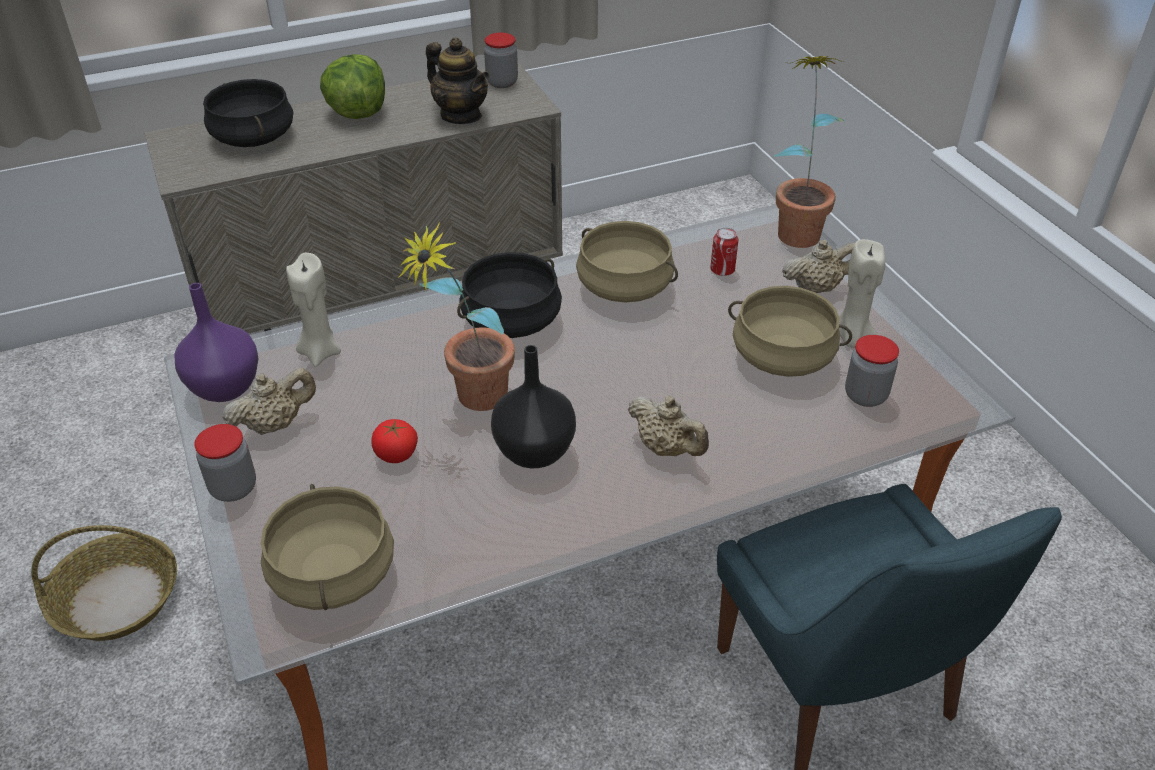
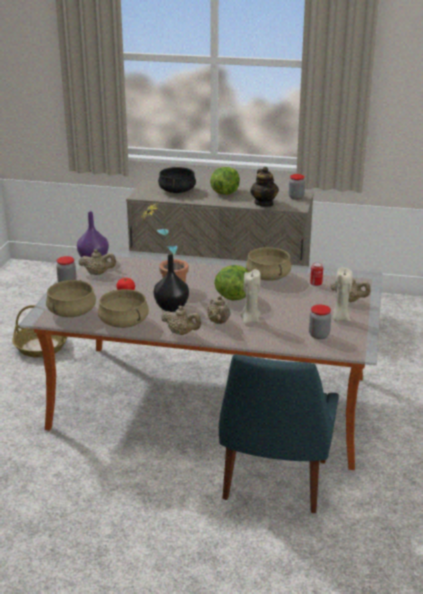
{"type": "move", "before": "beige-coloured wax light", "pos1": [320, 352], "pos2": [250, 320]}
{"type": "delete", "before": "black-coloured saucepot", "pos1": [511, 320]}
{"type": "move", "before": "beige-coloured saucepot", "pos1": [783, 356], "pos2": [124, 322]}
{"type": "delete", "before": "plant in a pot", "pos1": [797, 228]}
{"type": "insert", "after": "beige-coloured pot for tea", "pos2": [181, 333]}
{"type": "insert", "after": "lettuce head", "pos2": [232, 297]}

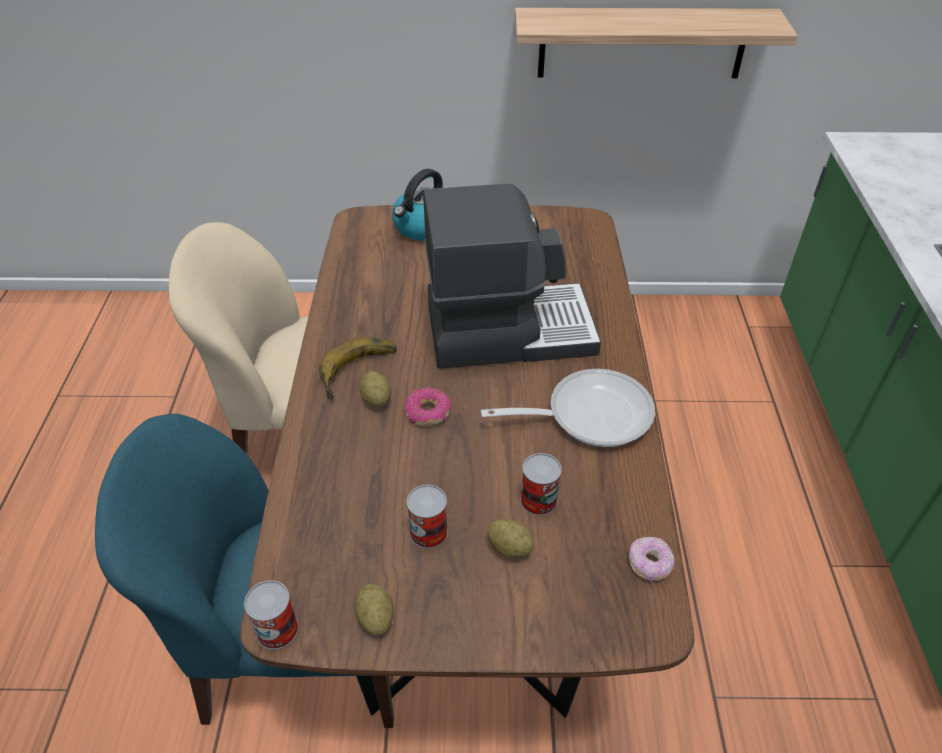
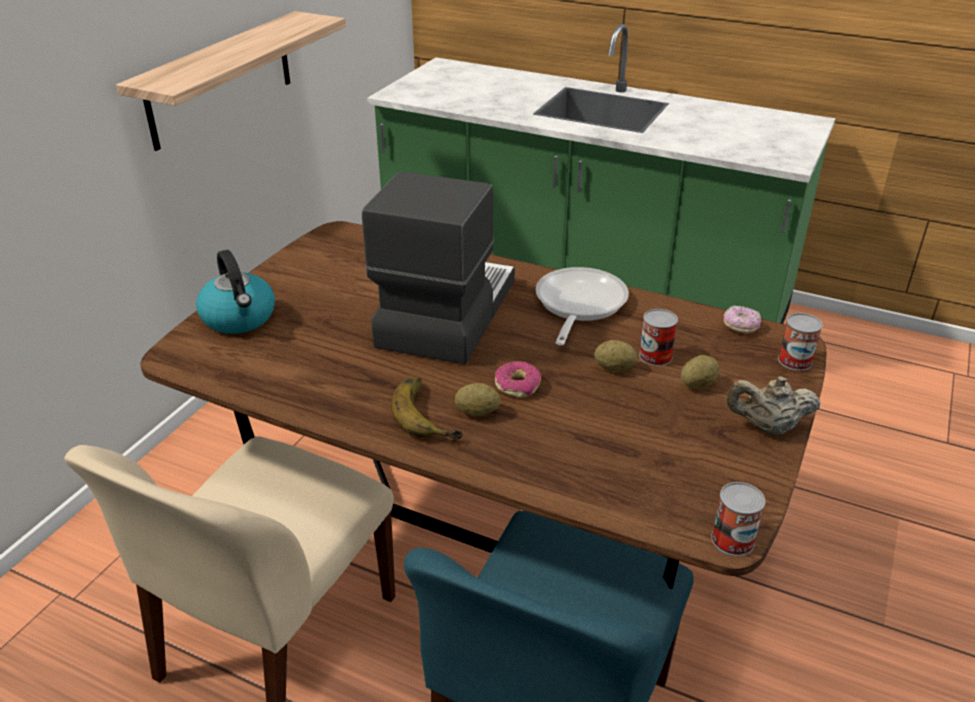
{"type": "move", "before": "whole potato", "pos1": [375, 618], "pos2": [614, 368]}
{"type": "move", "before": "metal can", "pos1": [428, 532], "pos2": [795, 361]}
{"type": "insert", "after": "beige-coloured pot for tea", "pos2": [767, 427]}

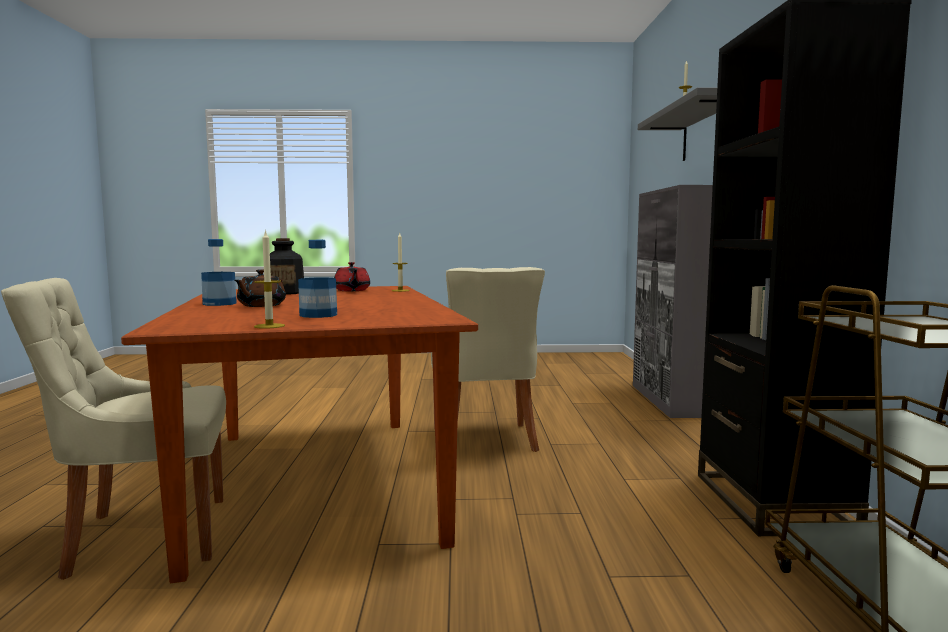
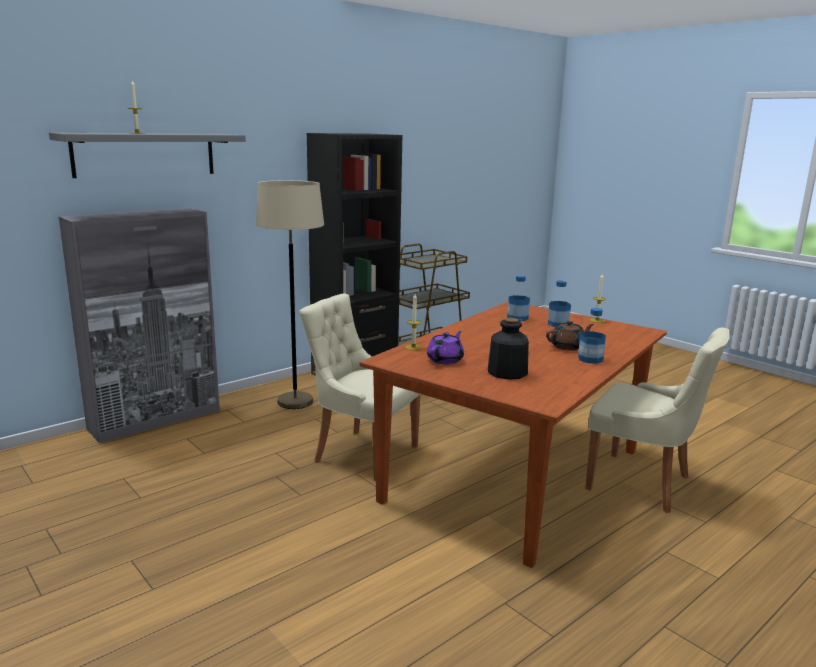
{"type": "recolor", "before": "red pot for tea", "after": "purplish pot for tea", "pos1": [352, 290], "pos2": [445, 360]}
{"type": "rotate", "before": "beige-coloured plain chair", "pos1": [485, 441], "pos2": [362, 453], "turn": -105}
{"type": "insert", "after": "beige-coloured standing lamp", "pos2": [295, 402]}
{"type": "insert", "after": "drink bottle", "pos2": [517, 318]}

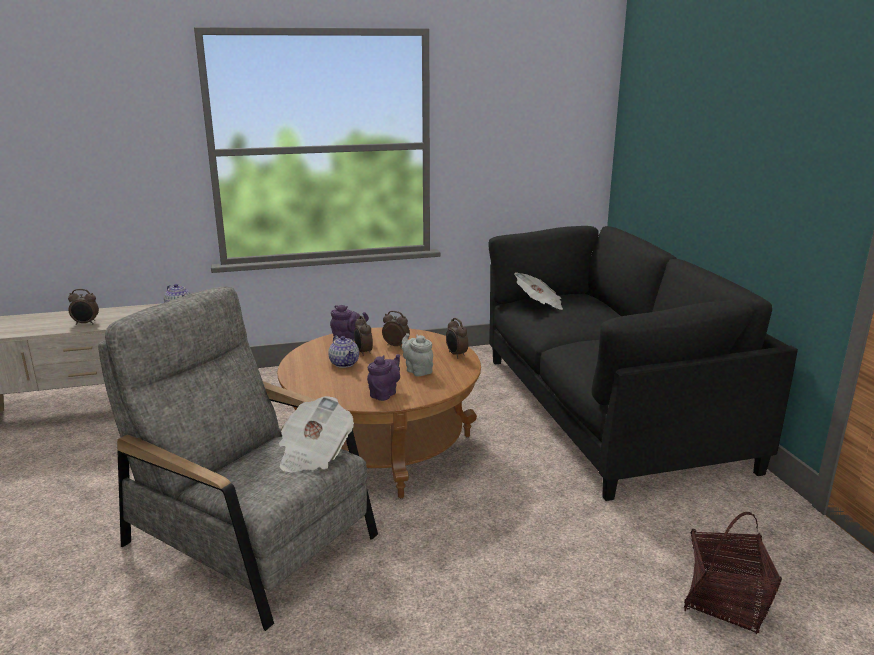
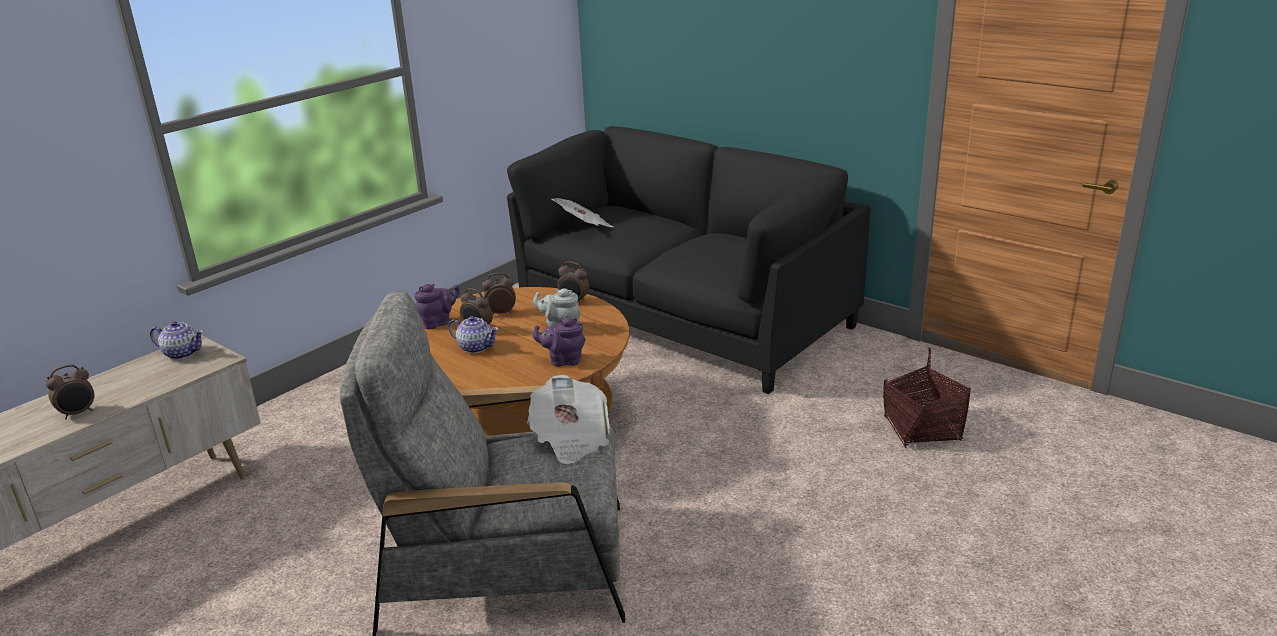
{"type": "rotate", "before": "purplish pot for tea", "pos1": [384, 394], "pos2": [563, 361], "turn": -90}

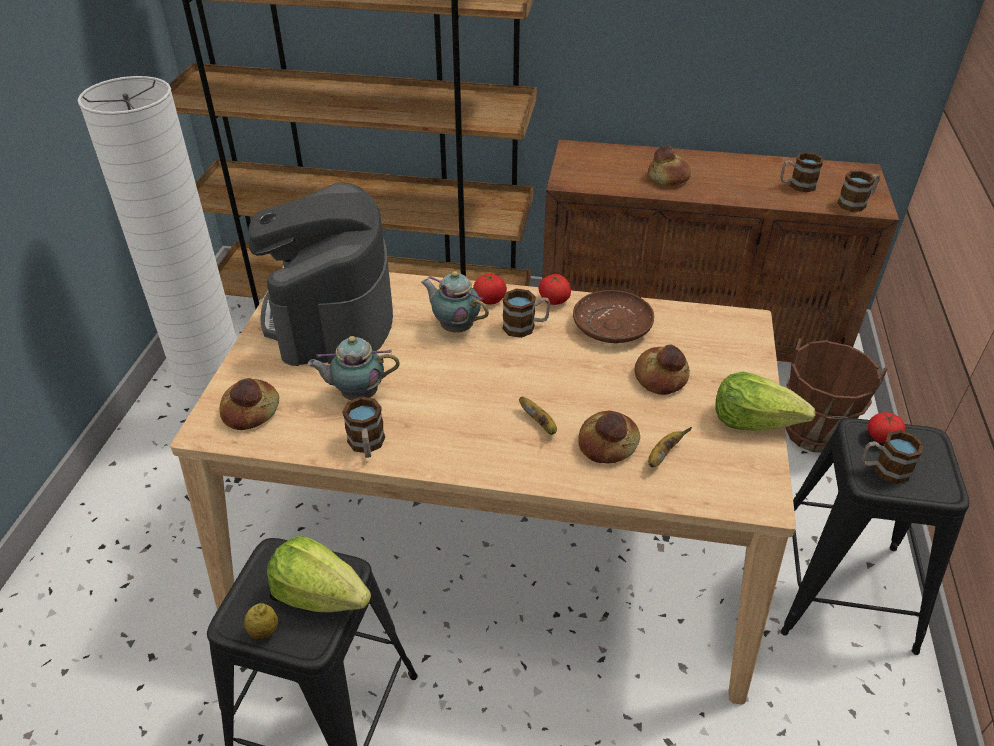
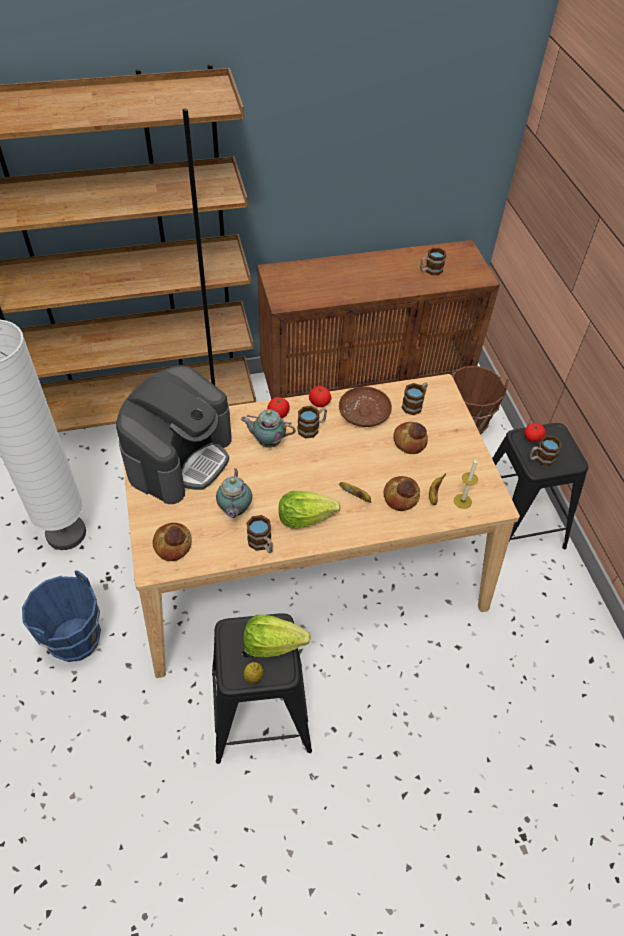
{"type": "rotate", "before": "coffee machine", "pos1": [331, 315], "pos2": [180, 457], "turn": -120}
{"type": "rotate", "before": "pot for tea", "pos1": [357, 394], "pos2": [234, 511], "turn": -60}
{"type": "delete", "before": "baked bread", "pos1": [667, 178]}
{"type": "move", "before": "lettuce head", "pos1": [754, 420], "pos2": [305, 517]}
{"type": "move", "before": "tea mug", "pos1": [856, 203], "pos2": [414, 404]}
{"type": "insert", "after": "bluish pail", "pos2": [75, 640]}
{"type": "insert", "after": "wax light", "pos2": [462, 501]}

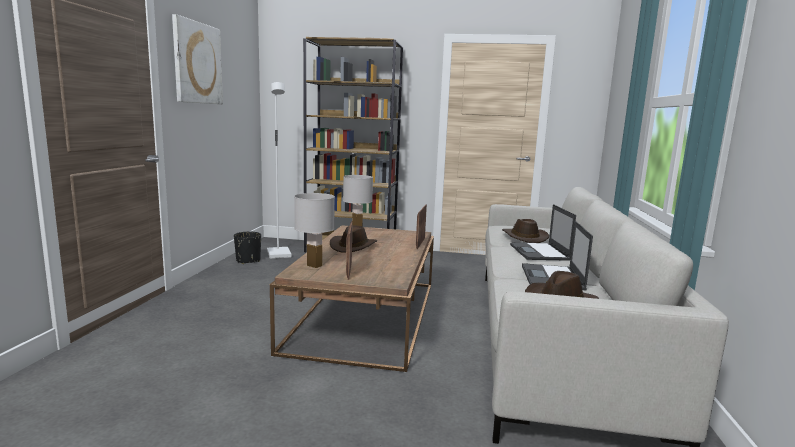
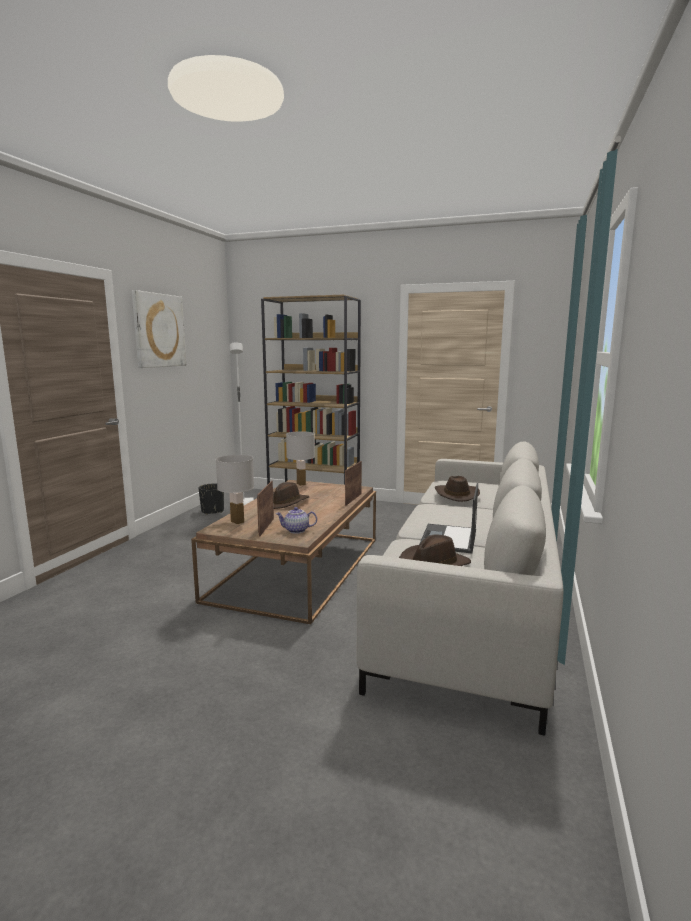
{"type": "delete", "before": "notebook computer", "pos1": [539, 252]}
{"type": "insert", "after": "pot for tea", "pos2": [296, 531]}

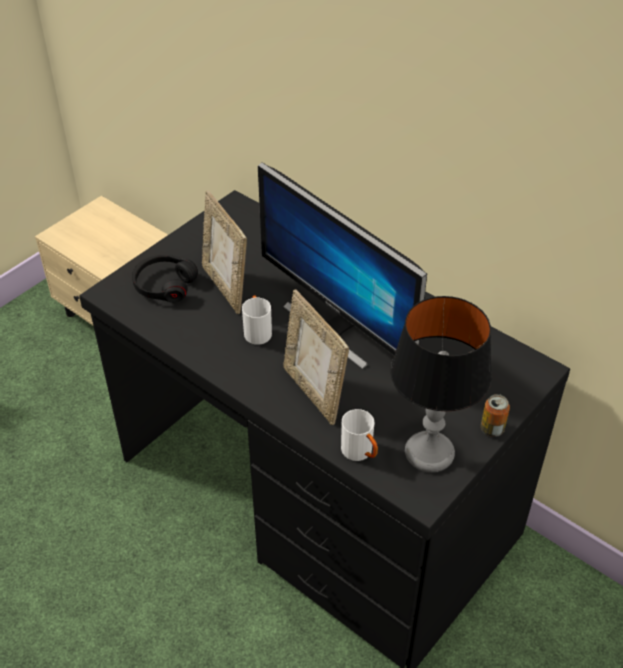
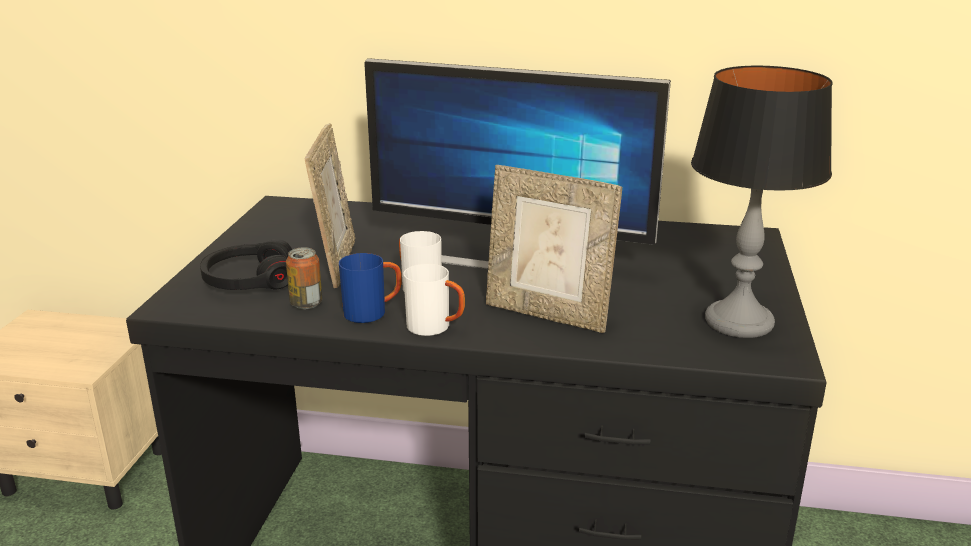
{"type": "rotate", "before": "picture frame", "pos1": [226, 287], "pos2": [336, 263], "turn": -120}
{"type": "move", "before": "white tea mug", "pos1": [360, 453], "pos2": [436, 328]}
{"type": "move", "before": "metal can", "pos1": [492, 429], "pos2": [306, 303]}
{"type": "insert", "after": "bluish tea mug", "pos2": [373, 312]}

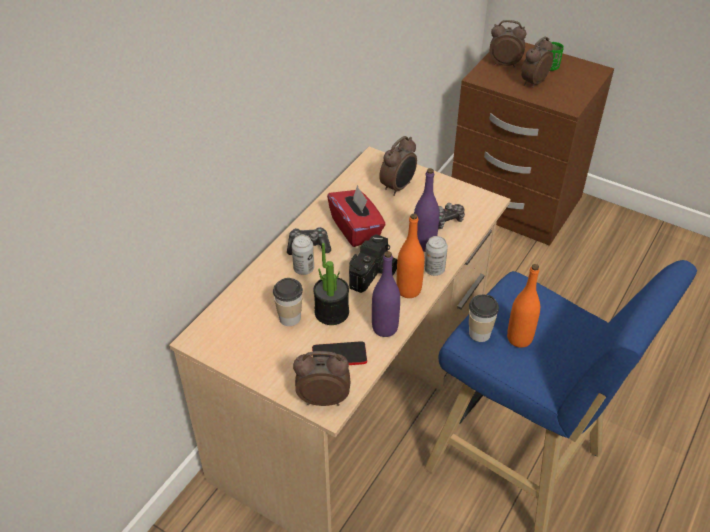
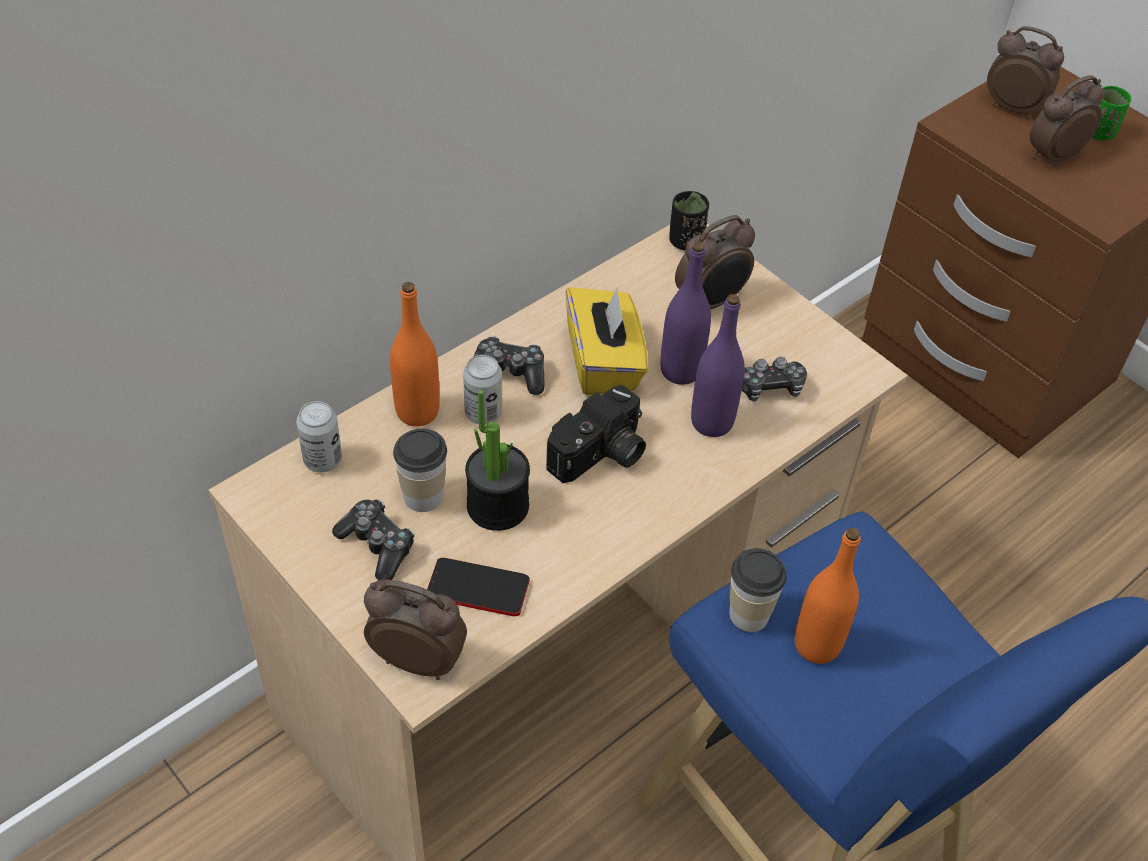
{"type": "recolor", "before": "red tissue holder", "after": "yellowish tissue holder", "pos1": [356, 229], "pos2": [604, 363]}
{"type": "move", "before": "purplish drink bottle", "pos1": [385, 328], "pos2": [680, 370]}
{"type": "move", "before": "orange-coloured drink bottle", "pos1": [408, 290], "pos2": [417, 411]}
{"type": "move", "before": "metal can", "pos1": [434, 270], "pos2": [323, 460]}
{"type": "insert", "after": "game controller", "pos2": [377, 545]}
{"type": "insert", "after": "black-coloured cup", "pos2": [686, 241]}

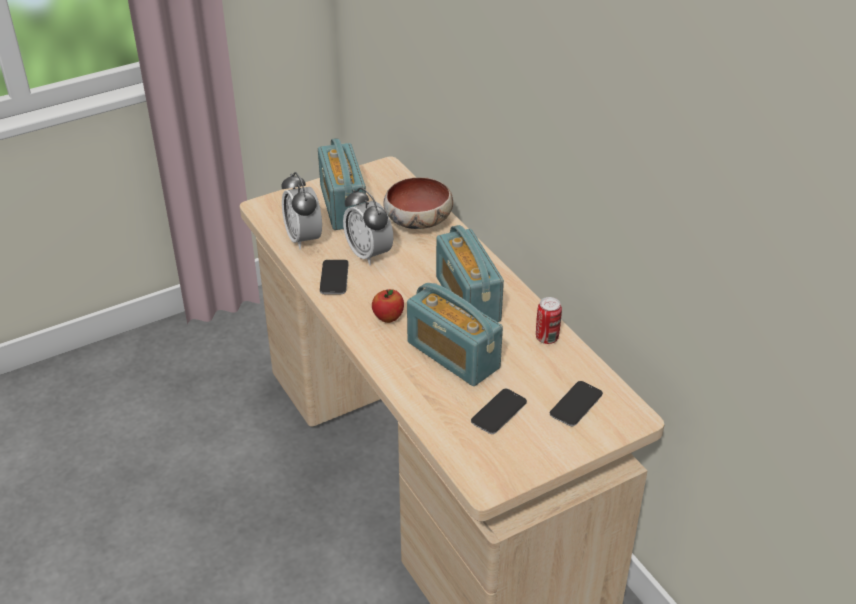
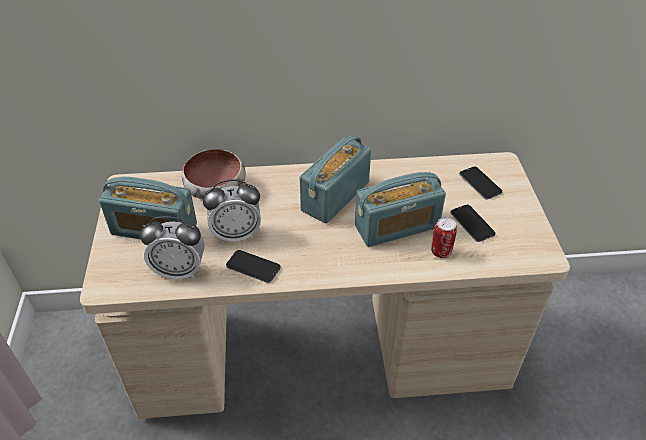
{"type": "delete", "before": "apple", "pos1": [388, 318]}
{"type": "rotate", "before": "radio set", "pos1": [467, 299], "pos2": [335, 196], "turn": 120}
{"type": "move", "before": "metal can", "pos1": [547, 338], "pos2": [441, 251]}

